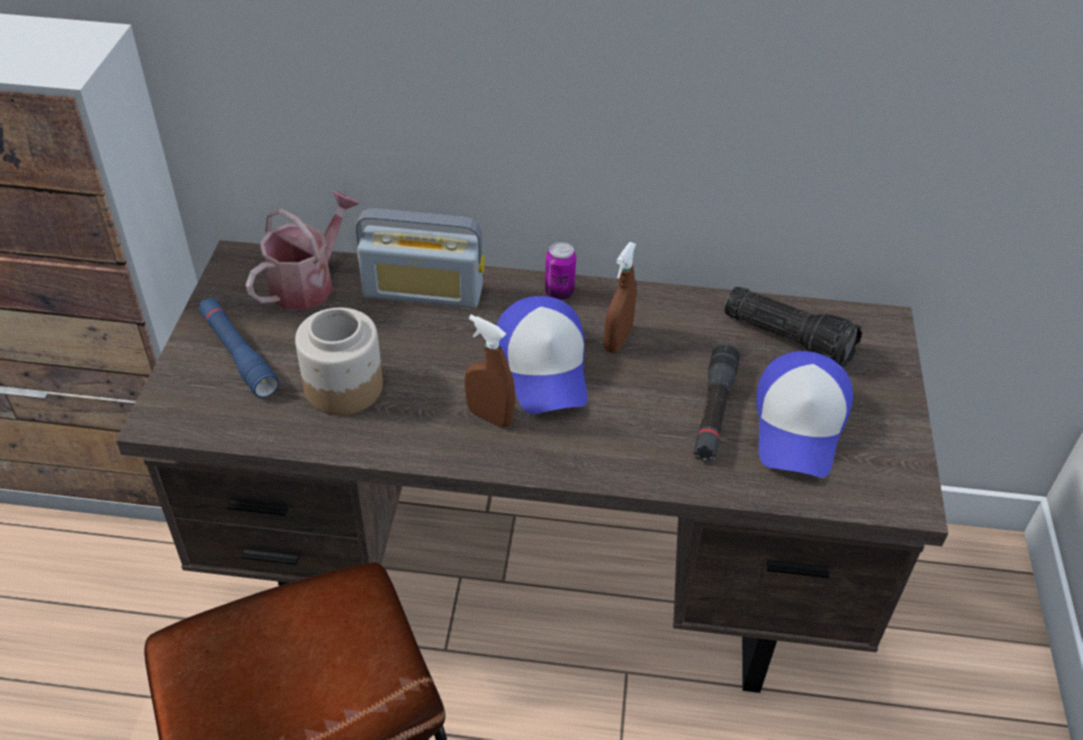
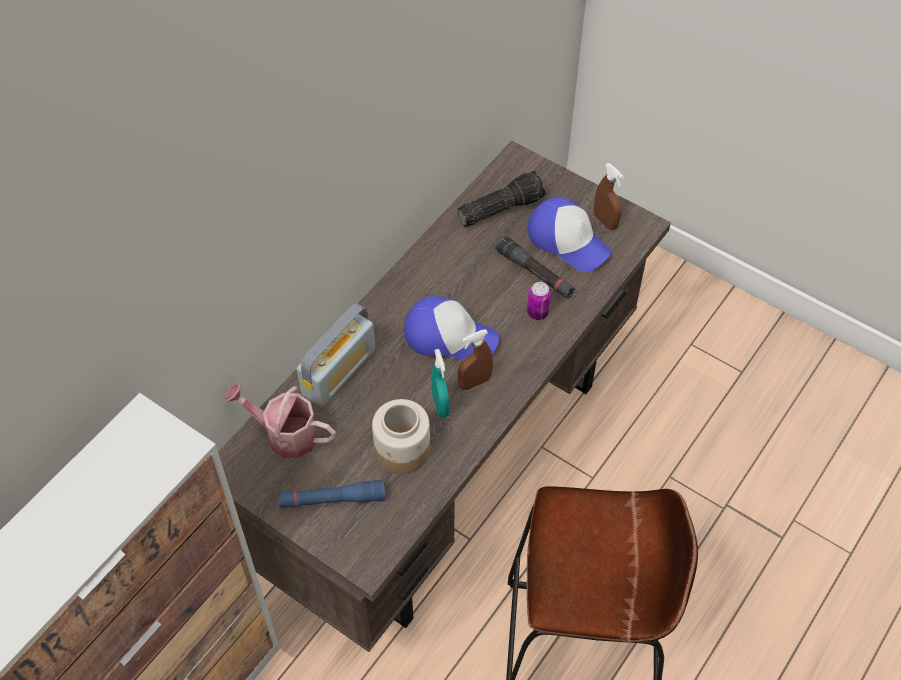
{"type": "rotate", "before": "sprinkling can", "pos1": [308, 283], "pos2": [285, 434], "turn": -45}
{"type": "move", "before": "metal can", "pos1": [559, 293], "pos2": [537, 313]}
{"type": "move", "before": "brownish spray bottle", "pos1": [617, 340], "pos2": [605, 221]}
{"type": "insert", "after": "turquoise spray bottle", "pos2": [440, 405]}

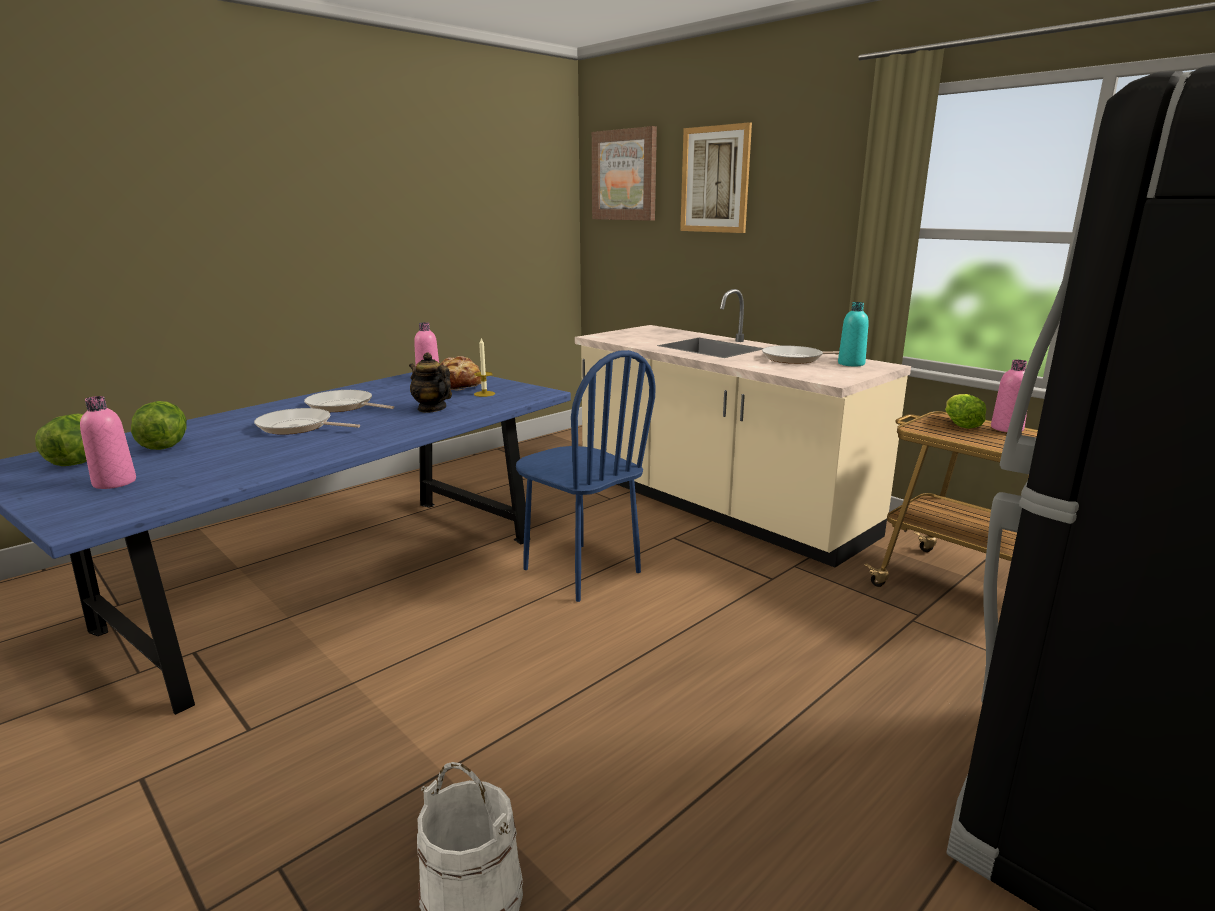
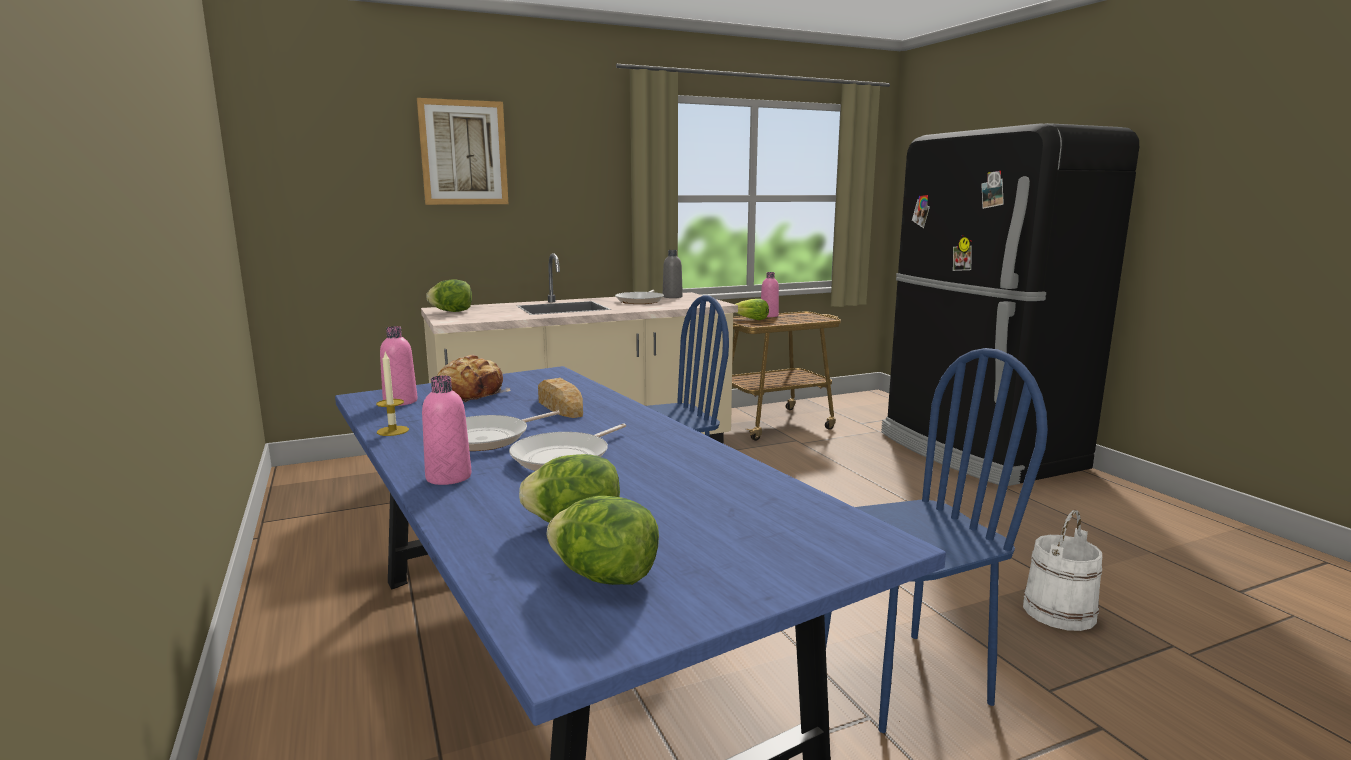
{"type": "move", "before": "pink drink bottle", "pos1": [114, 482], "pos2": [448, 477]}
{"type": "replace", "before": "pot for tea", "after": "baked bread", "pos1": [431, 409], "pos2": [560, 406]}
{"type": "move", "before": "wax light", "pos1": [484, 394], "pos2": [393, 431]}
{"type": "delete", "before": "picture", "pos1": [624, 175]}
{"type": "recolor", "before": "turquoise drink bottle", "after": "gray drink bottle", "pos1": [851, 364], "pos2": [672, 297]}
{"type": "insert", "after": "lettuce head", "pos2": [452, 311]}
{"type": "insert", "after": "bluish plain chair", "pos2": [901, 680]}

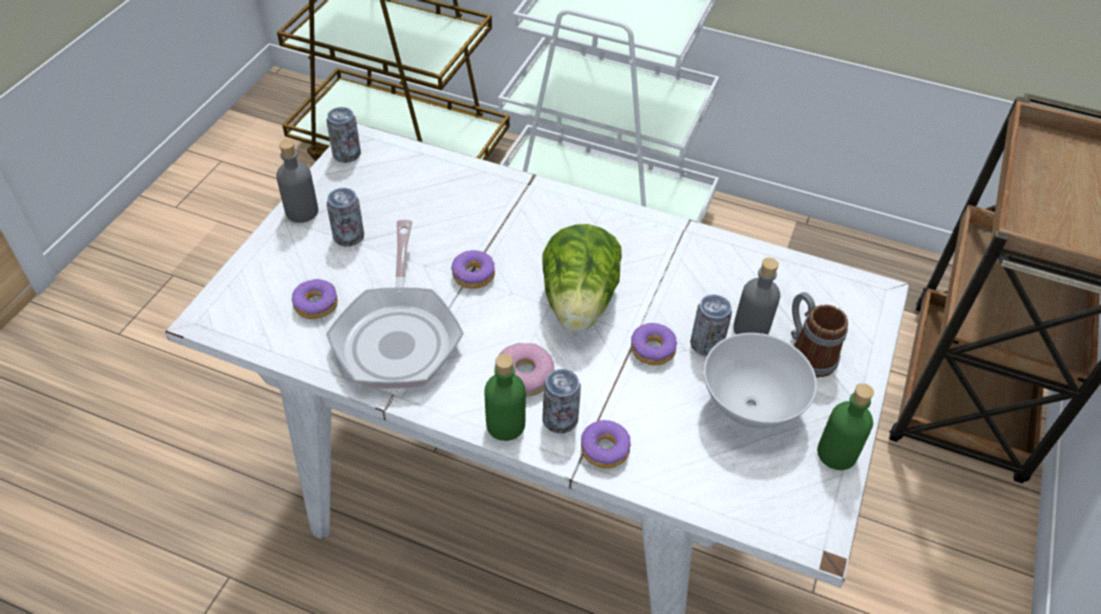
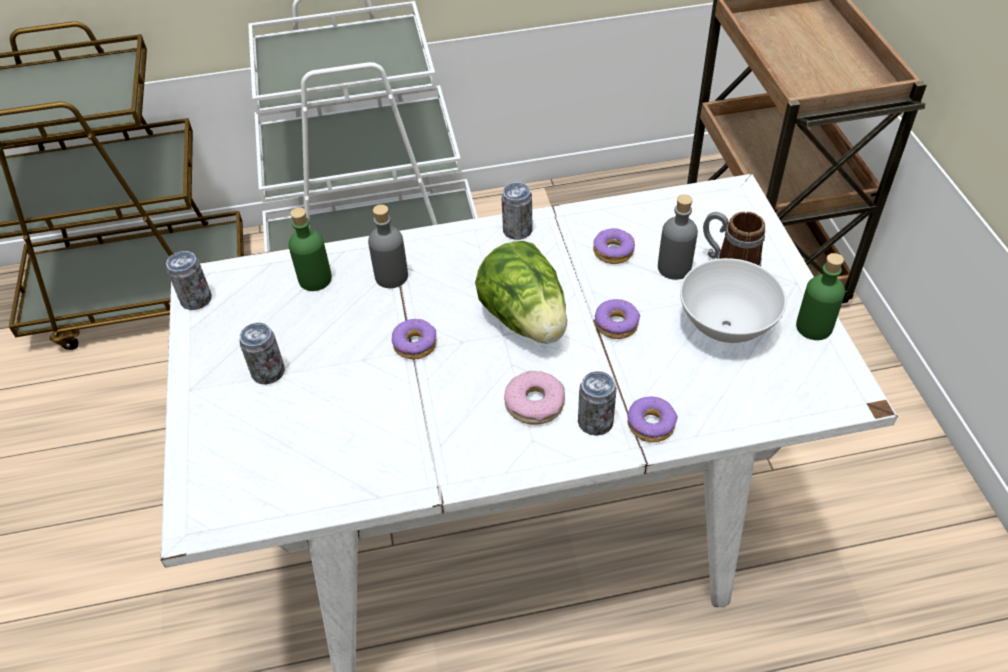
{"type": "move", "before": "gray drink bottle", "pos1": [302, 212], "pos2": [391, 276]}
{"type": "move", "before": "doughnut", "pos1": [316, 304], "pos2": [613, 251]}
{"type": "delete", "before": "frying pan", "pos1": [398, 336]}
{"type": "move", "before": "greenish drink bottle", "pos1": [505, 425], "pos2": [315, 279]}
{"type": "move", "before": "metal can", "pos1": [706, 344], "pos2": [517, 231]}

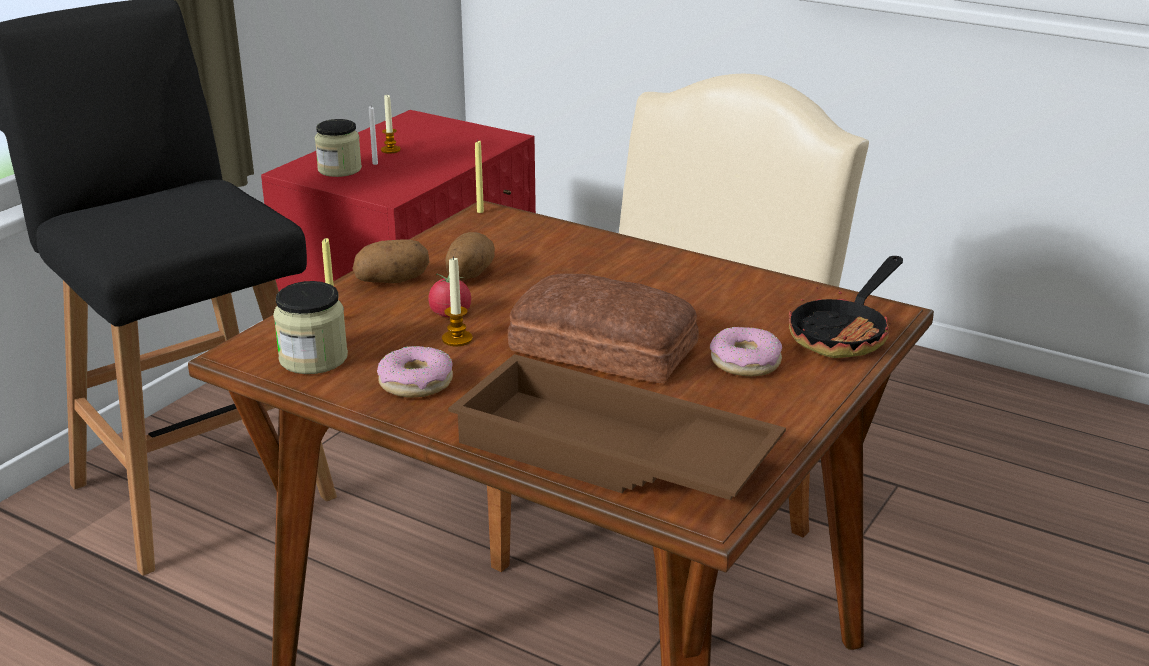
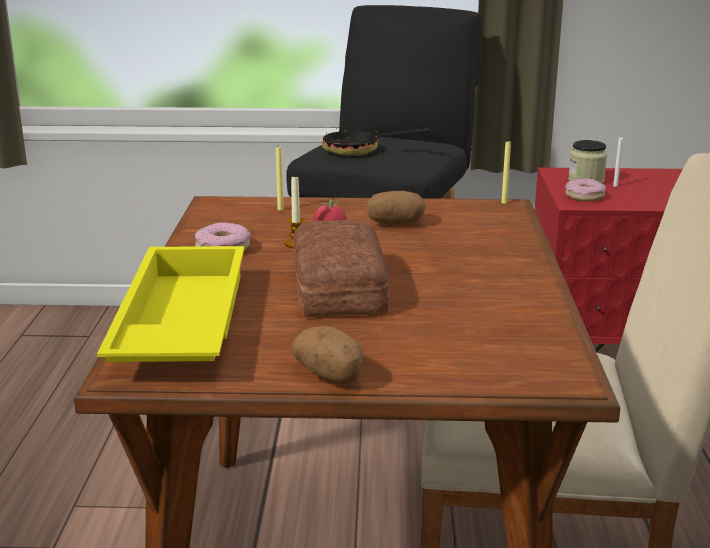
{"type": "delete", "before": "storage jar", "pos1": [313, 358]}
{"type": "move", "before": "whole potato", "pos1": [392, 281], "pos2": [330, 375]}
{"type": "delete", "before": "wax light", "pos1": [390, 150]}
{"type": "recolor", "before": "brownish tray", "after": "yellowish tray", "pos1": [609, 455], "pos2": [178, 324]}
{"type": "move", "before": "doughnut", "pos1": [745, 362], "pos2": [584, 196]}
{"type": "move", "before": "frying pan", "pos1": [845, 333], "pos2": [360, 151]}

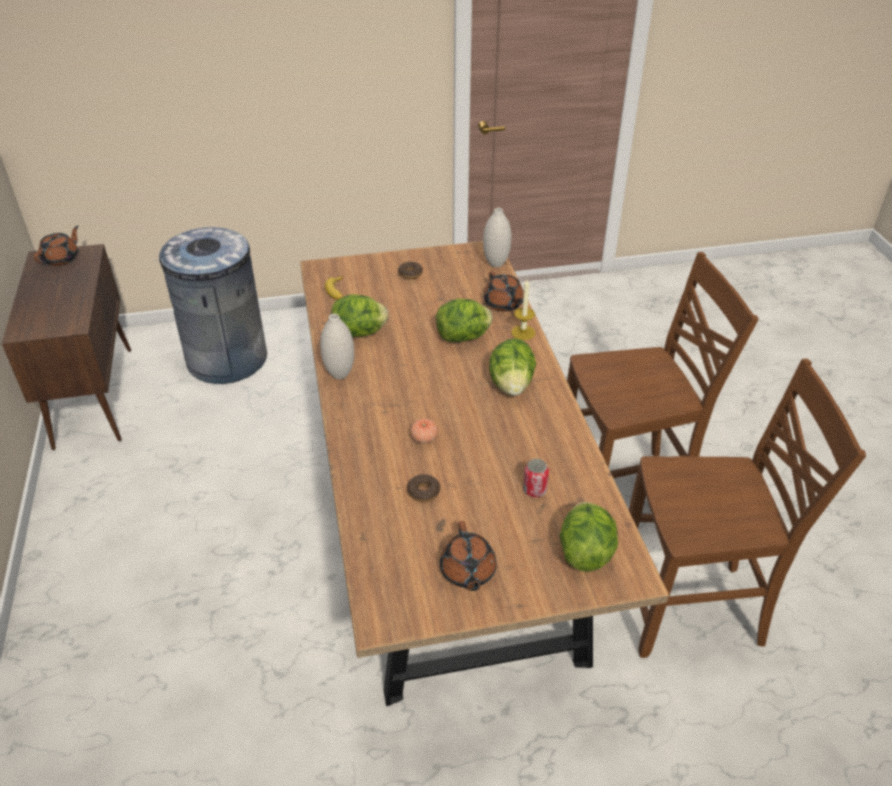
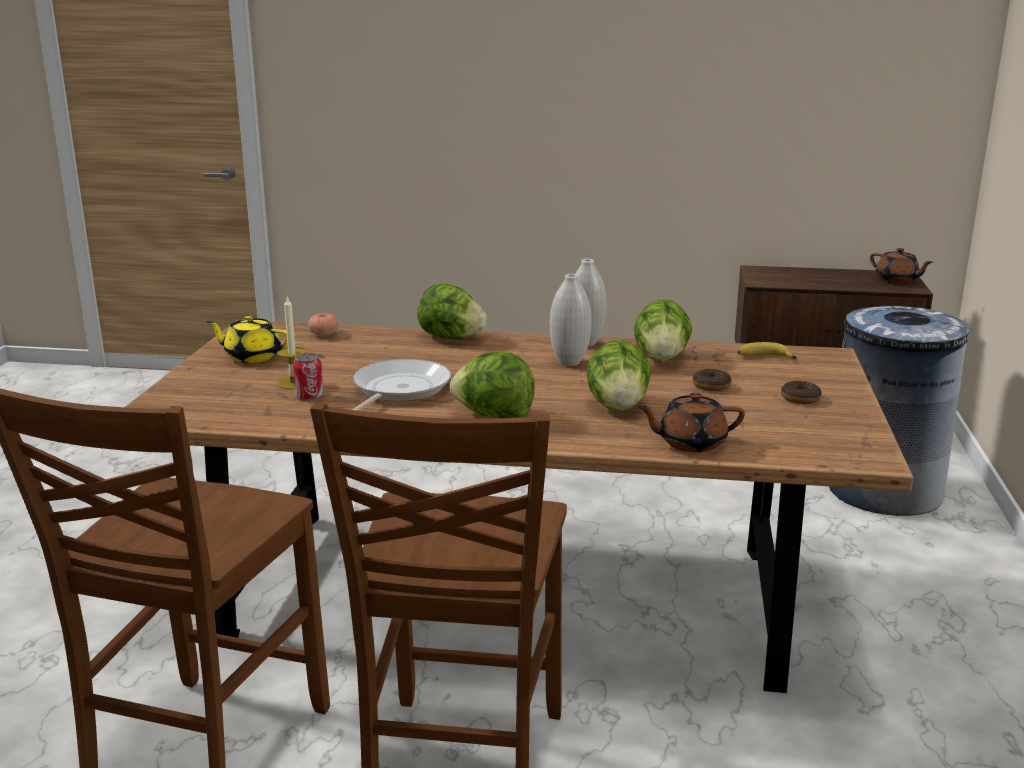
{"type": "move", "before": "doughnut", "pos1": [423, 492], "pos2": [711, 386]}
{"type": "move", "before": "fresh tomato", "pos1": [424, 438], "pos2": [324, 334]}
{"type": "recolor", "before": "brownish pot for tea", "after": "yellowish pot for tea", "pos1": [467, 572], "pos2": [252, 356]}
{"type": "move", "before": "white decorative vase", "pos1": [496, 264], "pos2": [569, 362]}
{"type": "move", "before": "wax light", "pos1": [523, 332], "pos2": [294, 383]}
{"type": "move", "before": "lettuce head", "pos1": [585, 551], "pos2": [451, 338]}
{"type": "insert", "after": "frying pan", "pos2": [398, 390]}

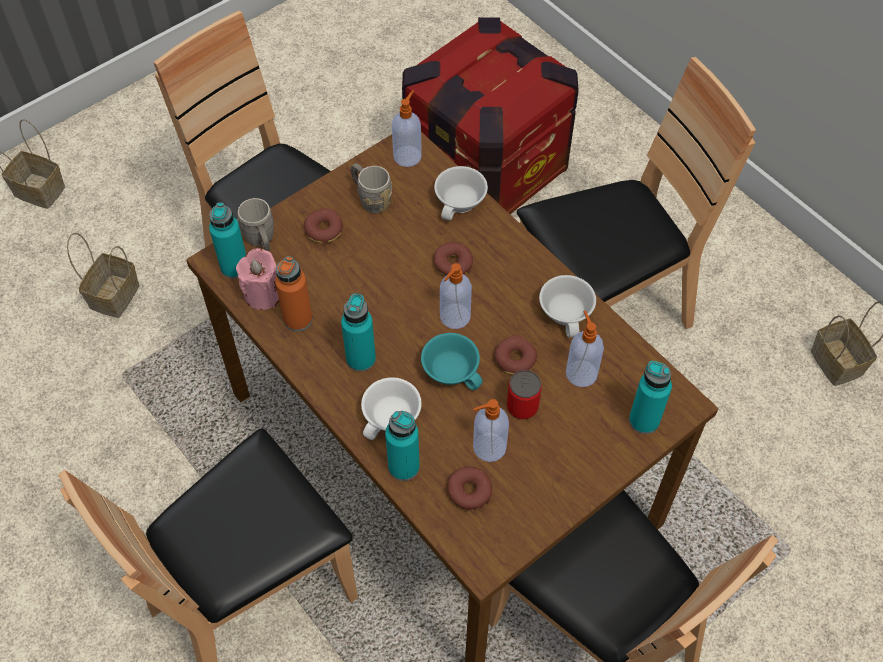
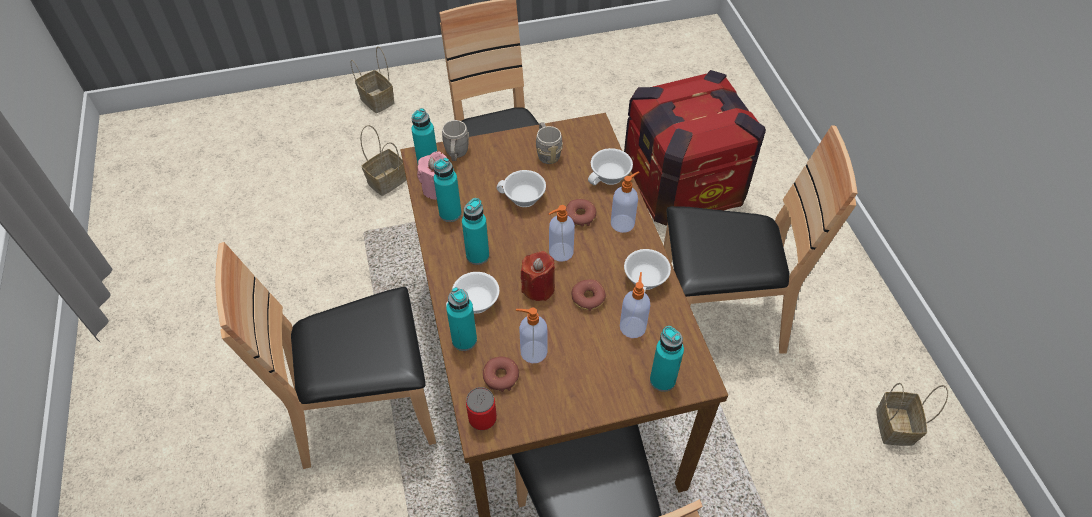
{"type": "recolor", "before": "orange-coloured drink bottle", "after": "turquoise drink bottle", "pos1": [298, 319], "pos2": [450, 213]}
{"type": "delete", "before": "doughnut", "pos1": [324, 230]}
{"type": "move", "before": "soap bottle", "pos1": [408, 155], "pos2": [623, 223]}
{"type": "replace", "before": "turquoise cup", "after": "red wax light", "pos1": [453, 370], "pos2": [538, 288]}
{"type": "move", "before": "metal can", "pos1": [522, 407], "pos2": [482, 419]}
{"type": "insert", "after": "white cup", "pos2": [522, 199]}

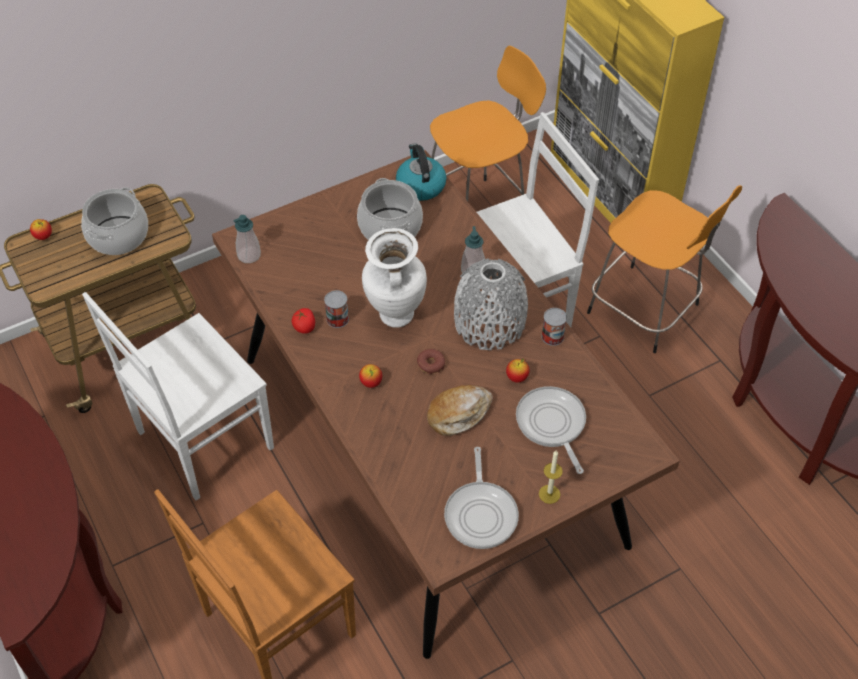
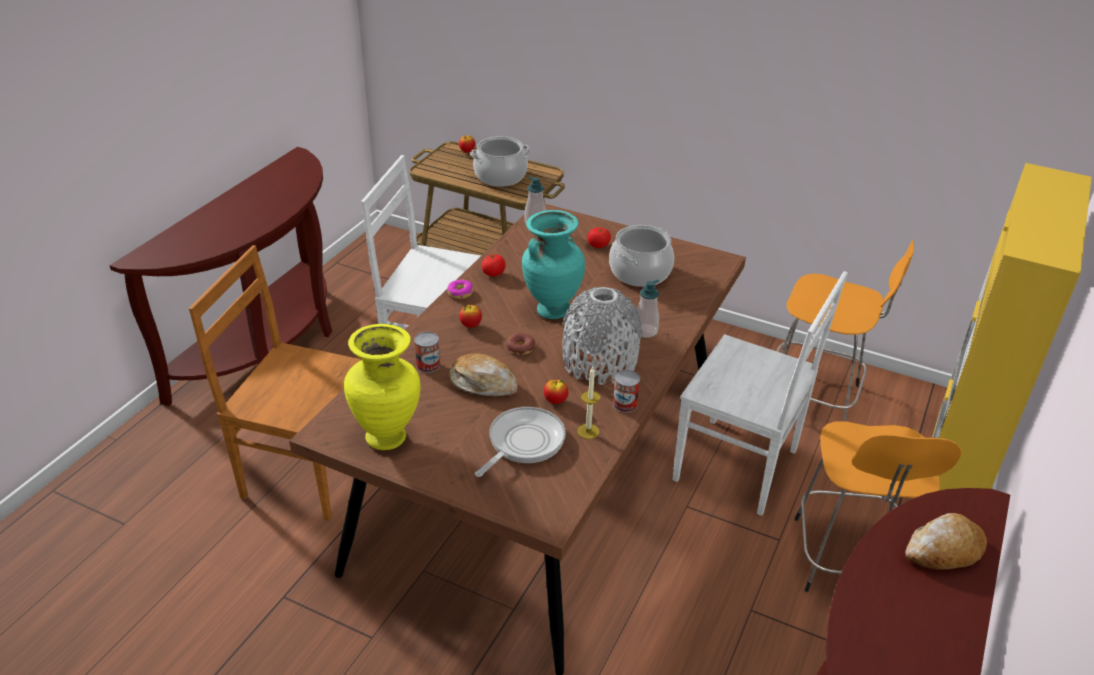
{"type": "move", "before": "metal can", "pos1": [337, 319], "pos2": [428, 365]}
{"type": "recolor", "before": "white decorative vase", "after": "turquoise decorative vase", "pos1": [395, 315], "pos2": [552, 310]}
{"type": "delete", "before": "tea kettle", "pos1": [420, 185]}
{"type": "replace", "before": "frying pan", "after": "yellowish decorative vase", "pos1": [481, 513], "pos2": [387, 437]}
{"type": "move", "before": "wax light", "pos1": [549, 494], "pos2": [588, 431]}
{"type": "insert", "after": "doughnut", "pos2": [460, 293]}
{"type": "insert", "after": "fresh tomato", "pos2": [598, 245]}
{"type": "insert", "after": "baked bread", "pos2": [943, 551]}

